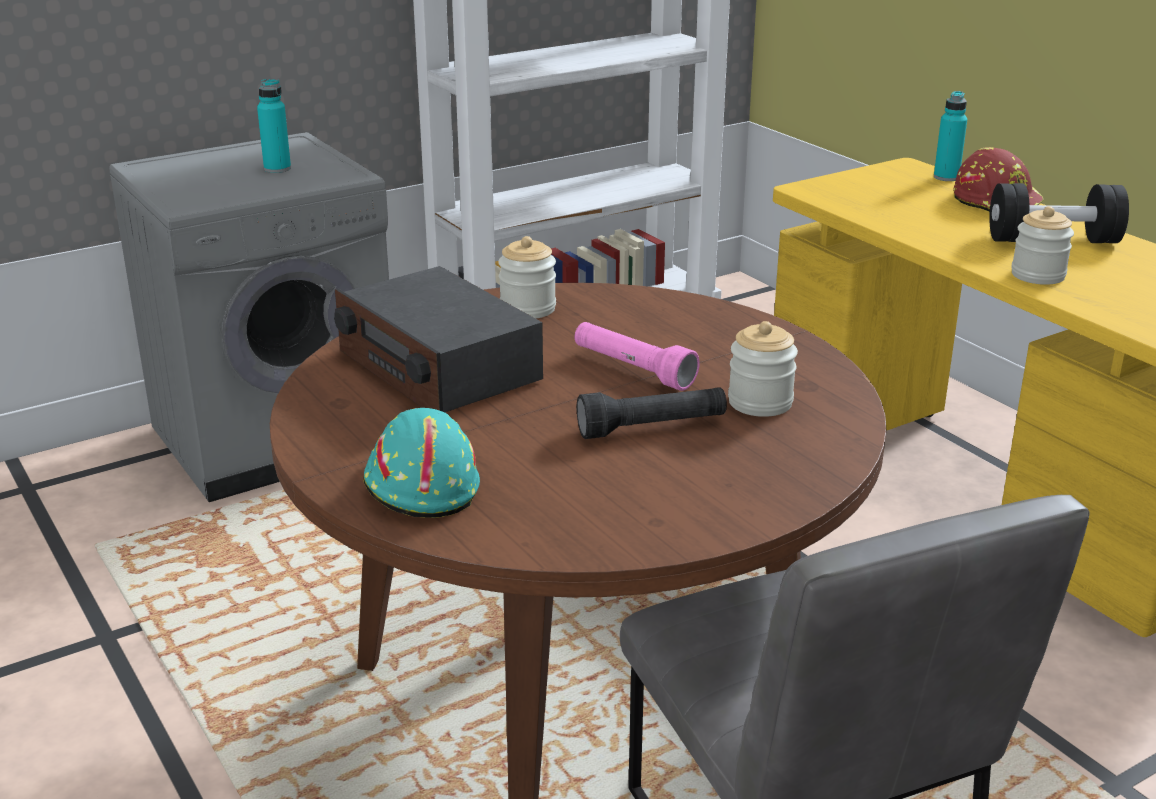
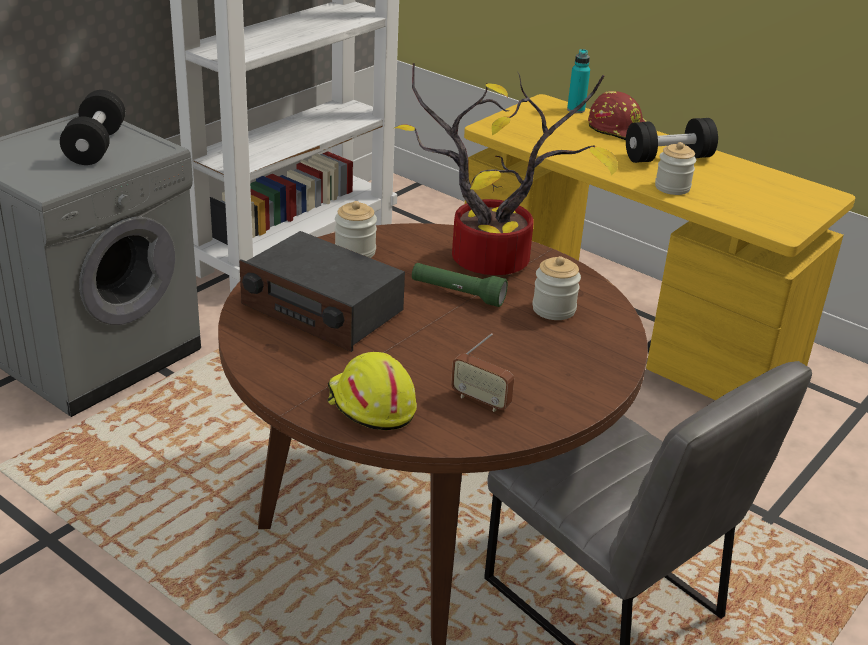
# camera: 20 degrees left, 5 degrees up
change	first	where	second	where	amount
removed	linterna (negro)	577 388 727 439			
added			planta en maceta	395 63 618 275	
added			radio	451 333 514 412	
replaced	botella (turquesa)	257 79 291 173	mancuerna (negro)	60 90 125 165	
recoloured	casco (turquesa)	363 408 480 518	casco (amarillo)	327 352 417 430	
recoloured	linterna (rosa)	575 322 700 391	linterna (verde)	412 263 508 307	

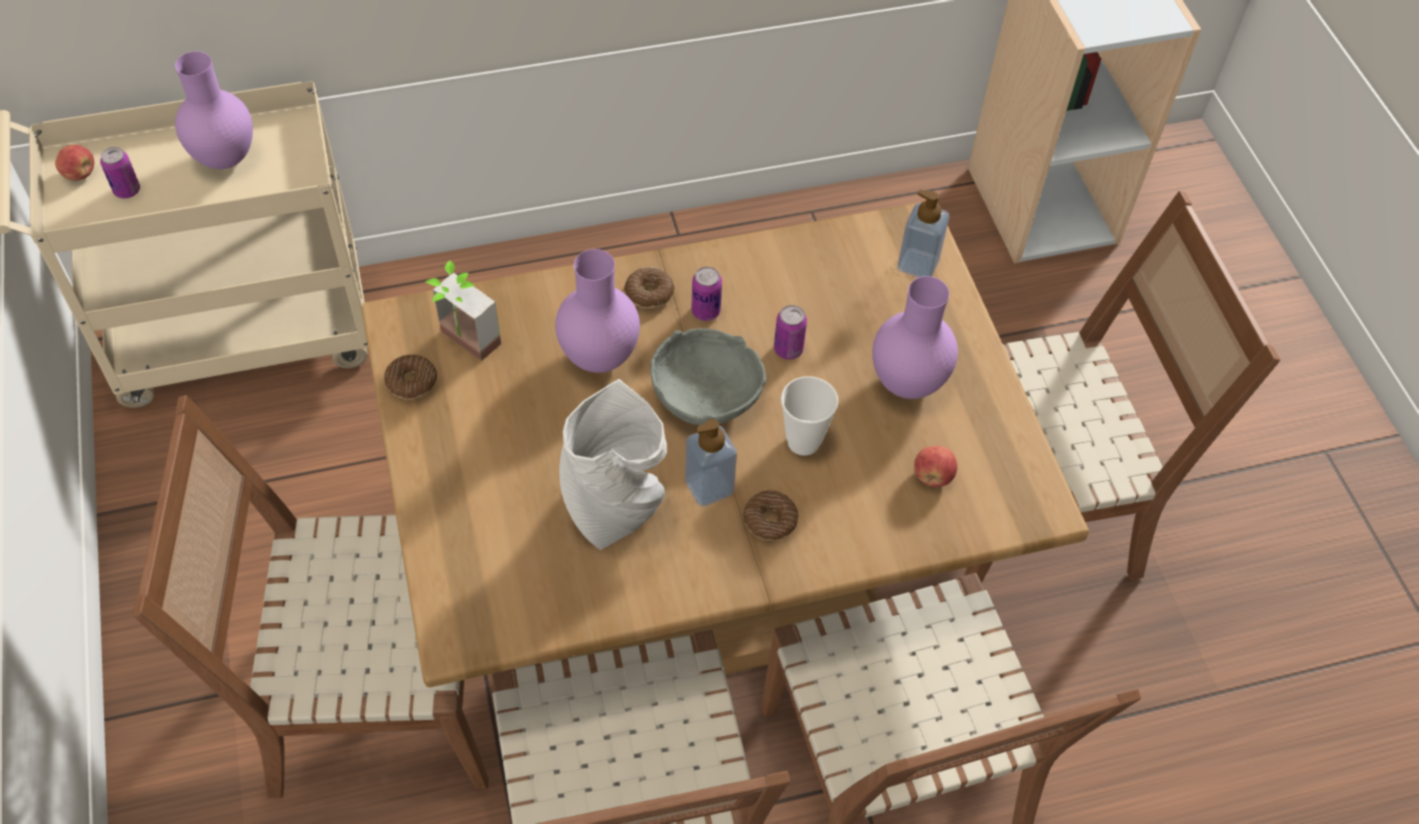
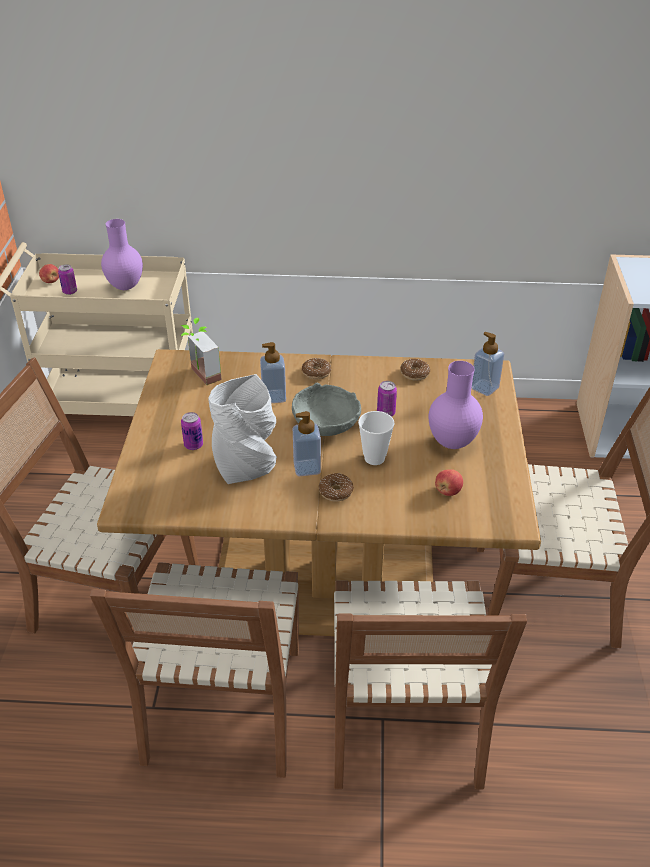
# camera: 20 degrees right, 15 degrees down
change	first	where	second	where	amount
moved	rosquilla	384 354 437 400		400 359 430 381	
moved	lata	691 267 722 321		181 412 203 450	
replaced	florero (morado)	555 249 640 373	dispensador de jabón	260 342 286 403	

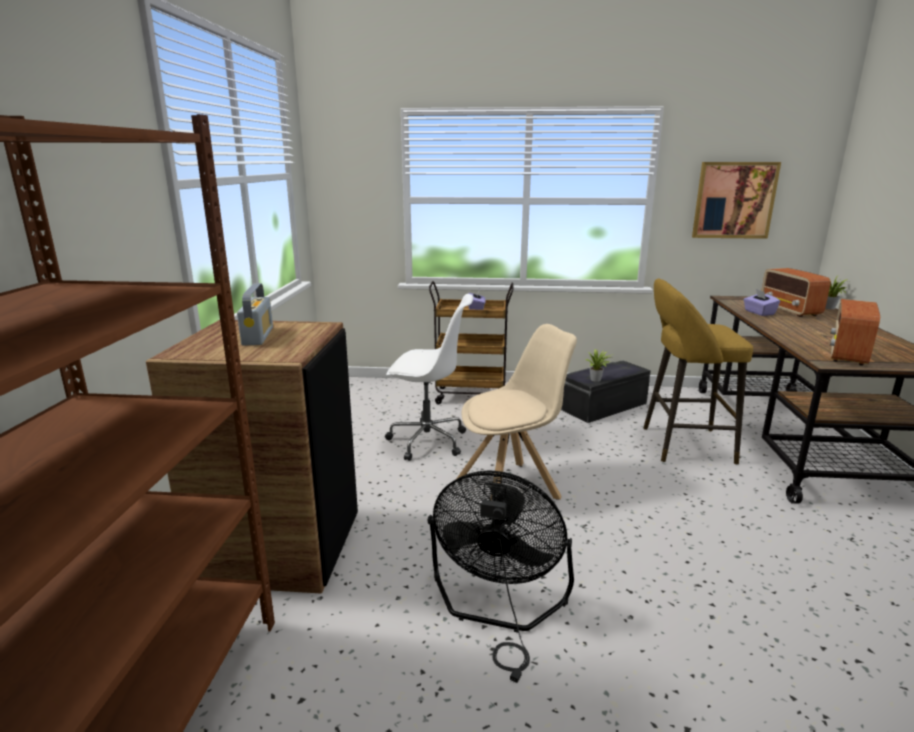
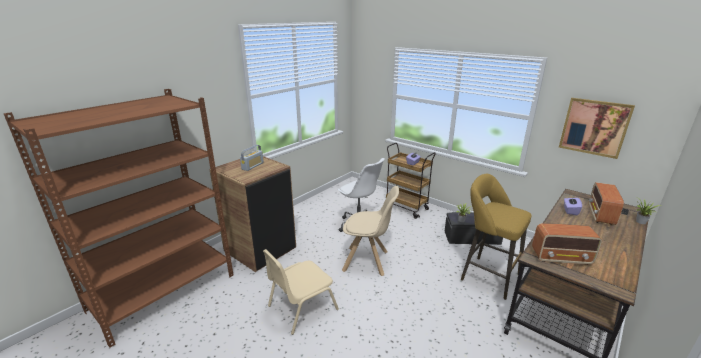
# camera: 35 degrees right, 5 degrees up
change	first	where	second	where	amount
replaced	ventilador (negro)	427 471 574 683	silla (beis)	263 249 339 335	
turned	radio	830 299 880 366		532 223 602 265	150 degrees counterclockwise

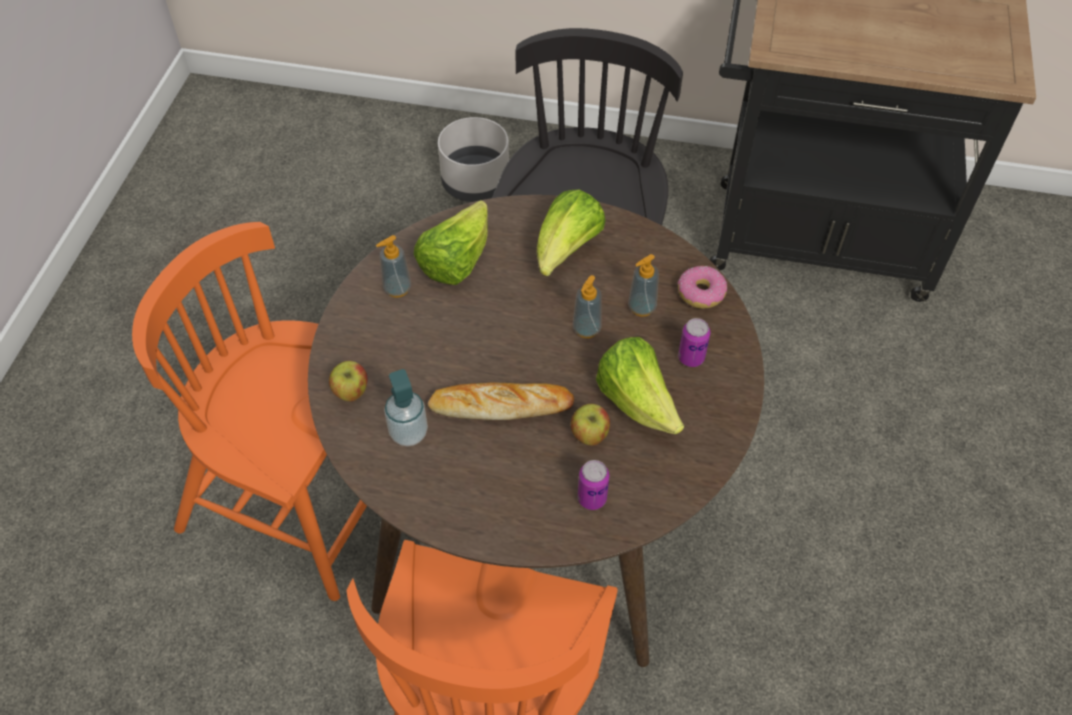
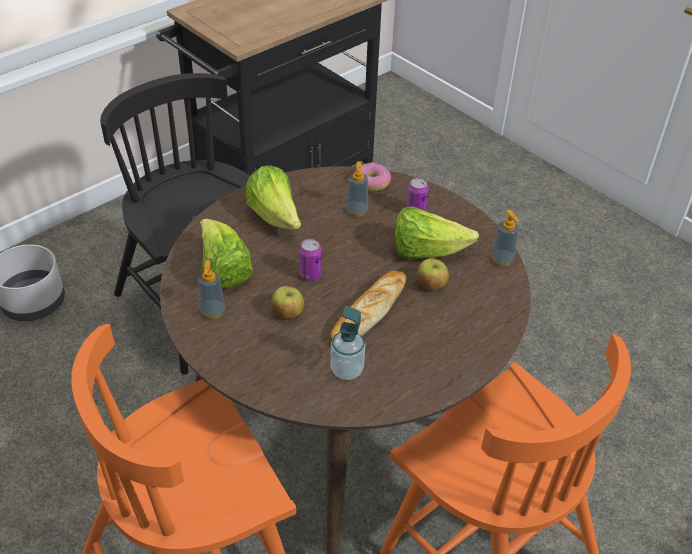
# camera: 55 degrees left, 10 degrees down
change	first	where	second	where	amount
moved	manzana	329 361 367 401		271 286 304 319	
moved	dispensador de jabón	573 275 602 338		491 210 519 266	
moved	lata	578 460 609 510		299 239 322 281	

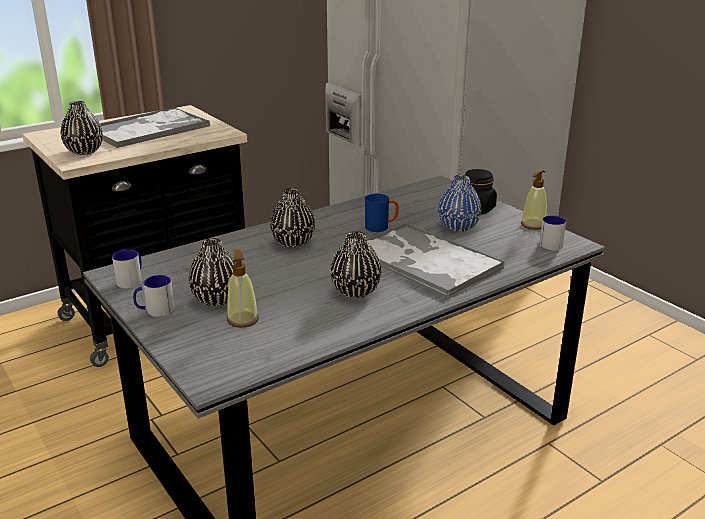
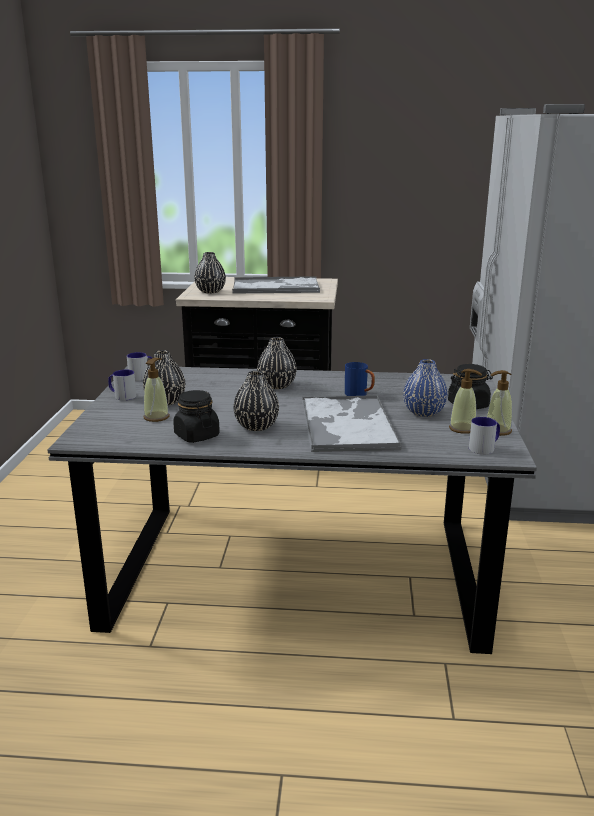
# camera: 40 degrees right, 5 degrees down
change	first	where	second	where	amount
added			tarro (negro)	173 390 220 443	
added			dispensador de jabón	449 369 482 434	

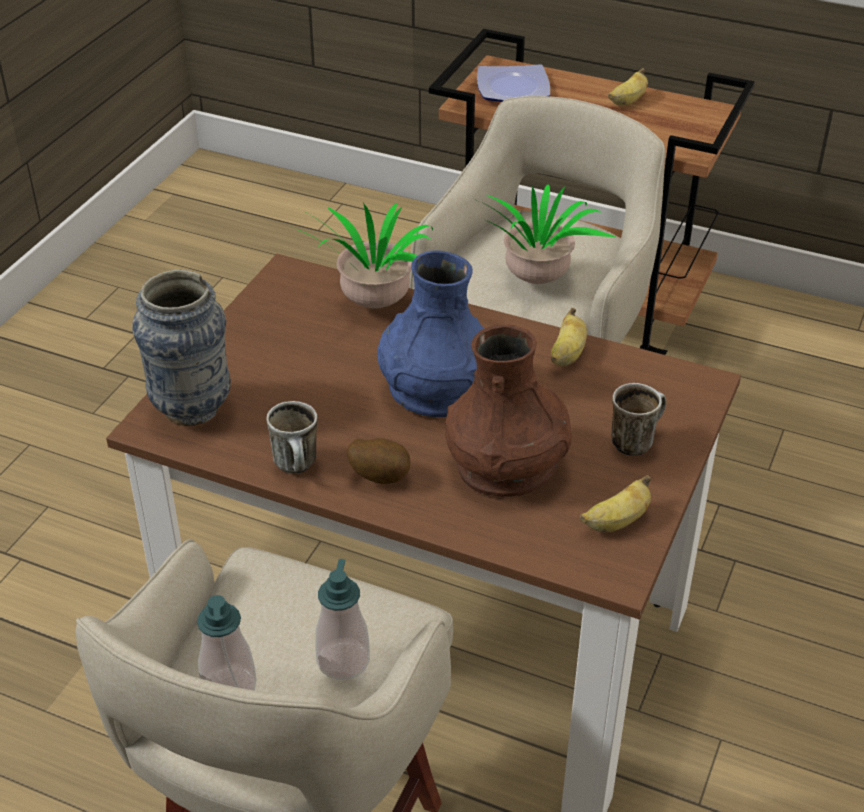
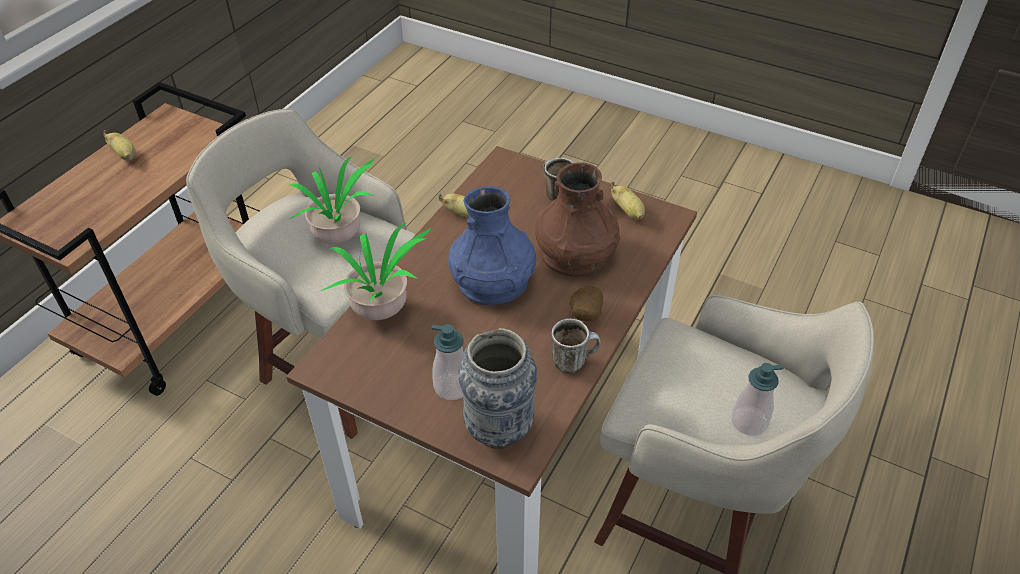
# camera: 85 degrees left, 5 degrees up
change	first	where	second	where	amount
removed	plato	477 64 550 102			
moved	dispensador de jabón	316 559 370 680		432 324 464 400	

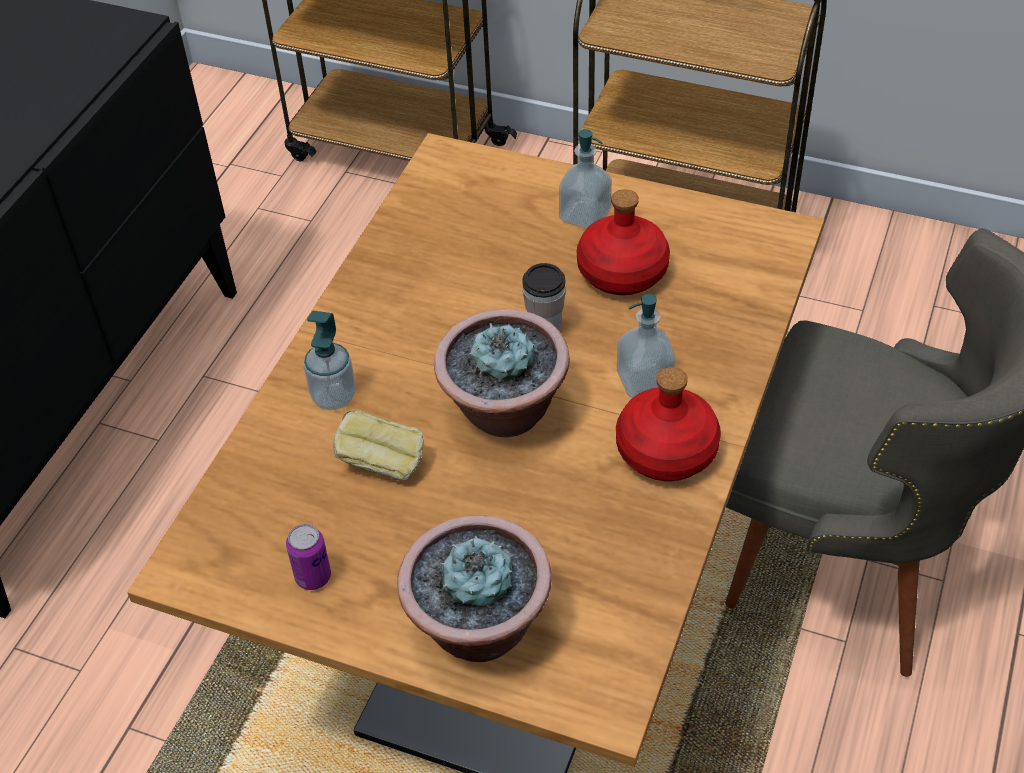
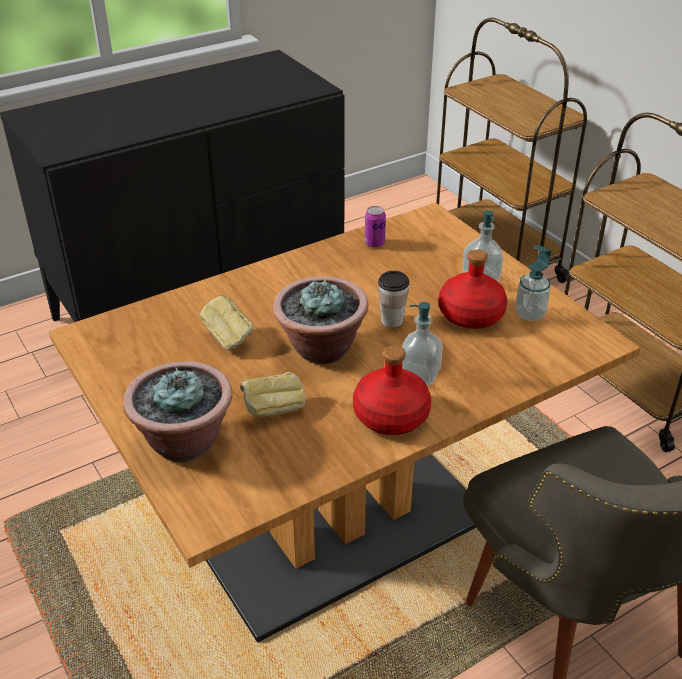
# camera: 35 degrees right, 10 degrees down
change	first	where	second	where	amount
added			pan	240 372 305 417	
moved	lata	286 524 331 590		365 206 386 248	
moved	dispensador de jabón	304 311 356 410		515 245 551 321	

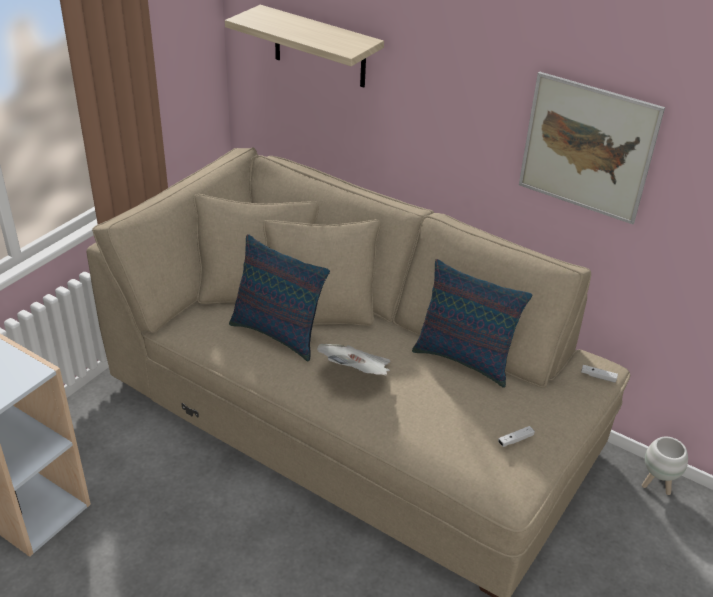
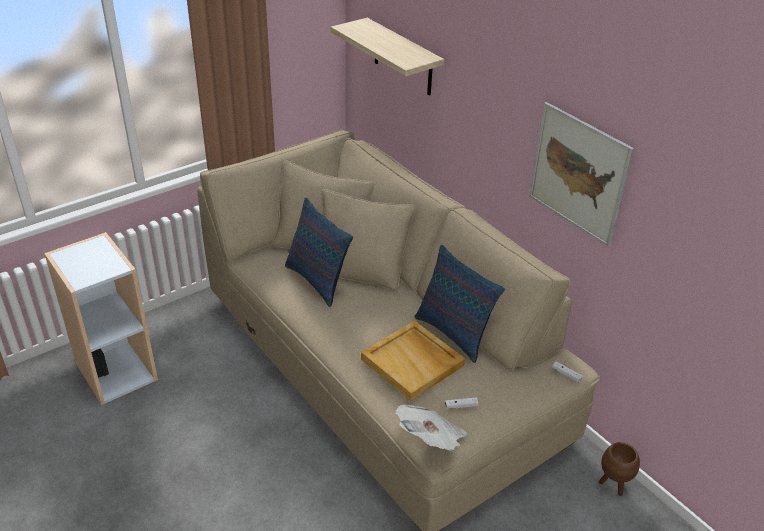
# camera: 20 degrees right, 0 degrees up
change	first	where	second	where	amount
added			bandeja (beis)	361 321 465 401	
moved	periódico	317 344 390 376		396 404 467 451	
recoloured	maceta (blanco)	642 436 688 495	maceta (marrón)	599 442 640 496	

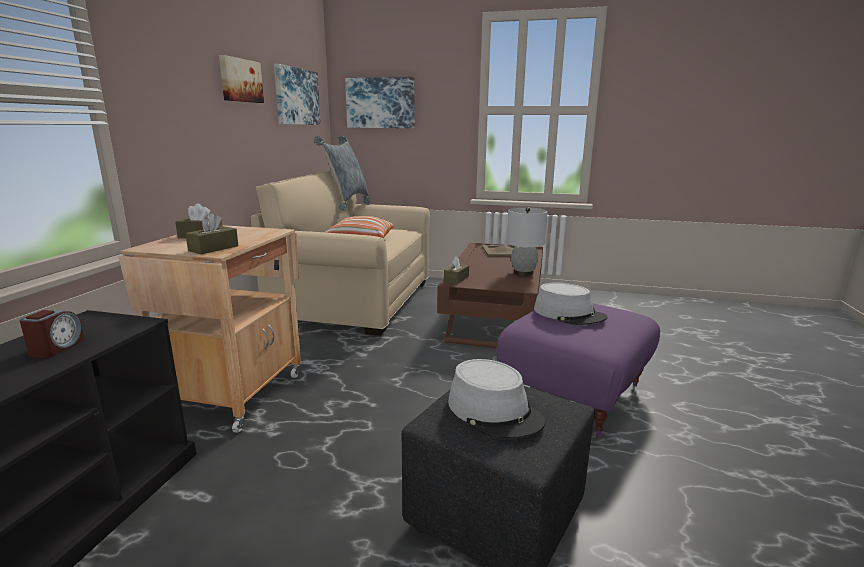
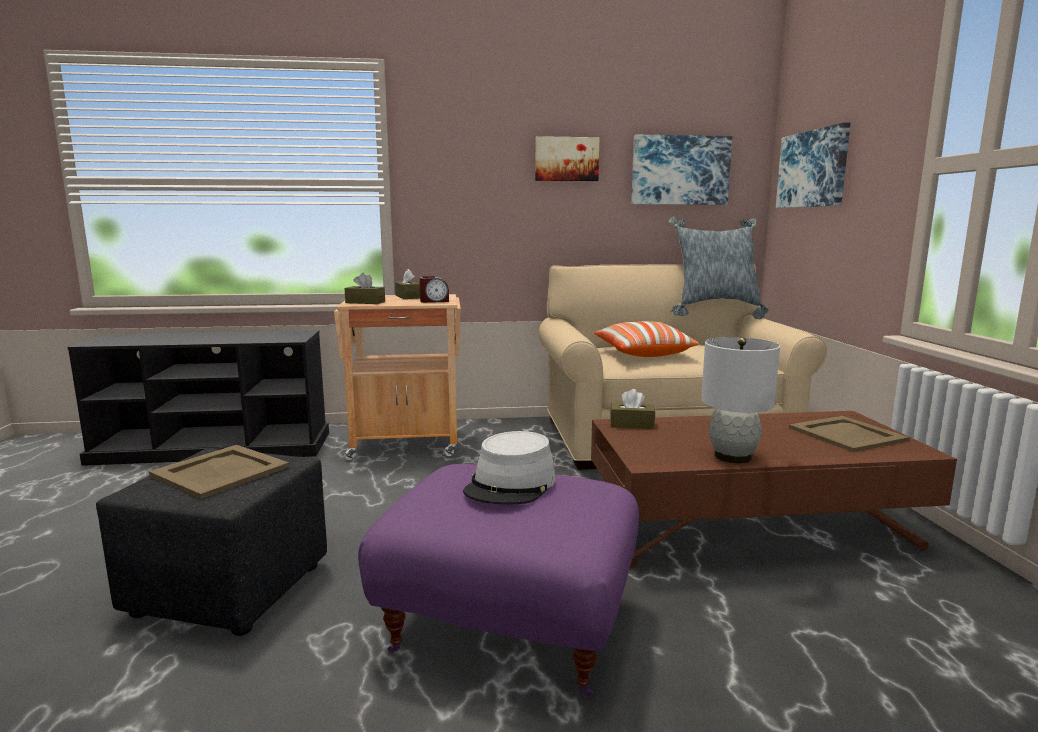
# camera: 70 degrees right, 5 degrees down
change	first	where	second	where	amount
moved	despertador	20 310 85 358		419 276 449 303	
replaced	sombrero (gris)	448 359 545 439	bandeja (beis)	149 445 290 499	

